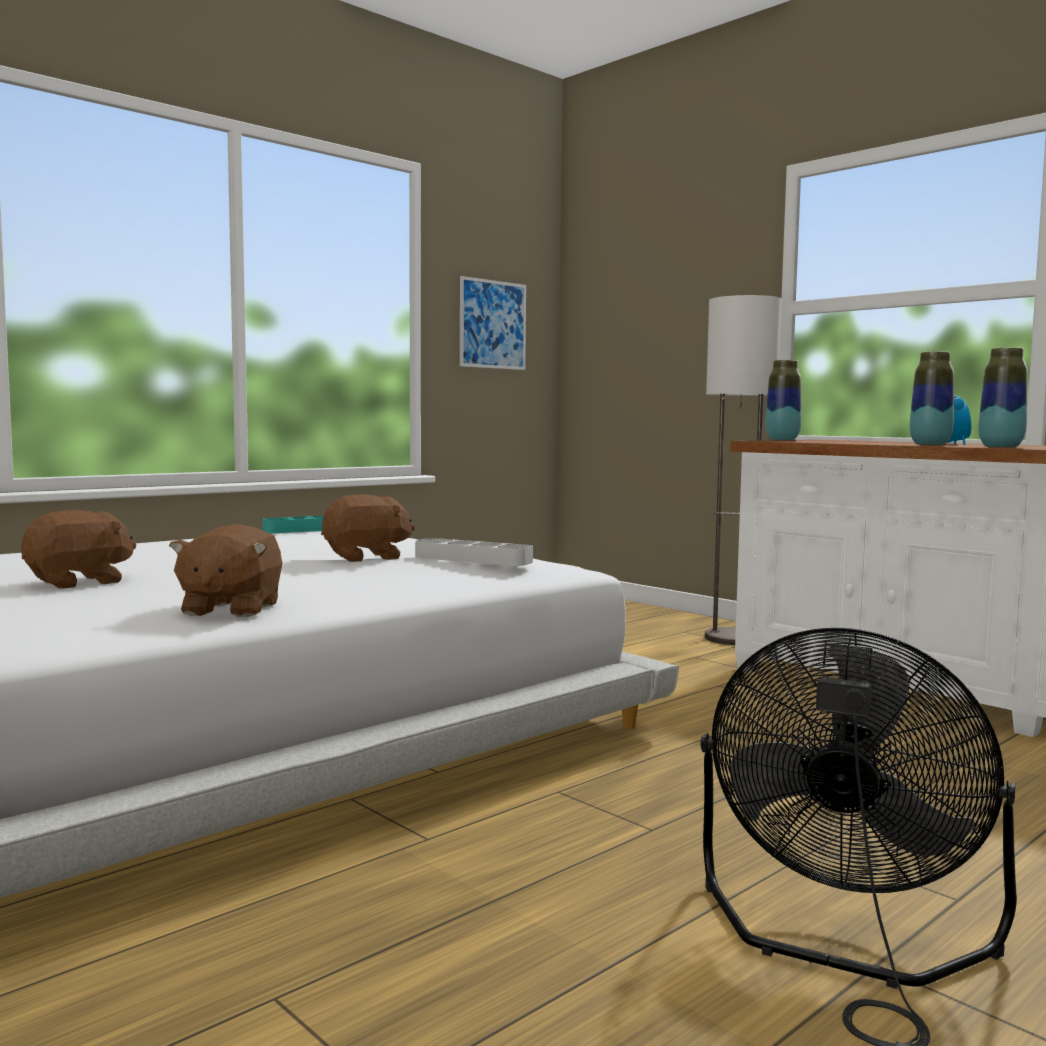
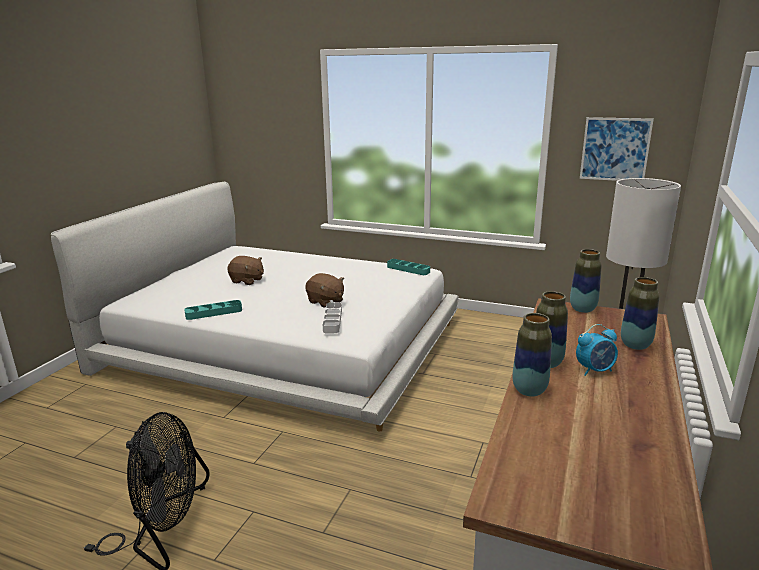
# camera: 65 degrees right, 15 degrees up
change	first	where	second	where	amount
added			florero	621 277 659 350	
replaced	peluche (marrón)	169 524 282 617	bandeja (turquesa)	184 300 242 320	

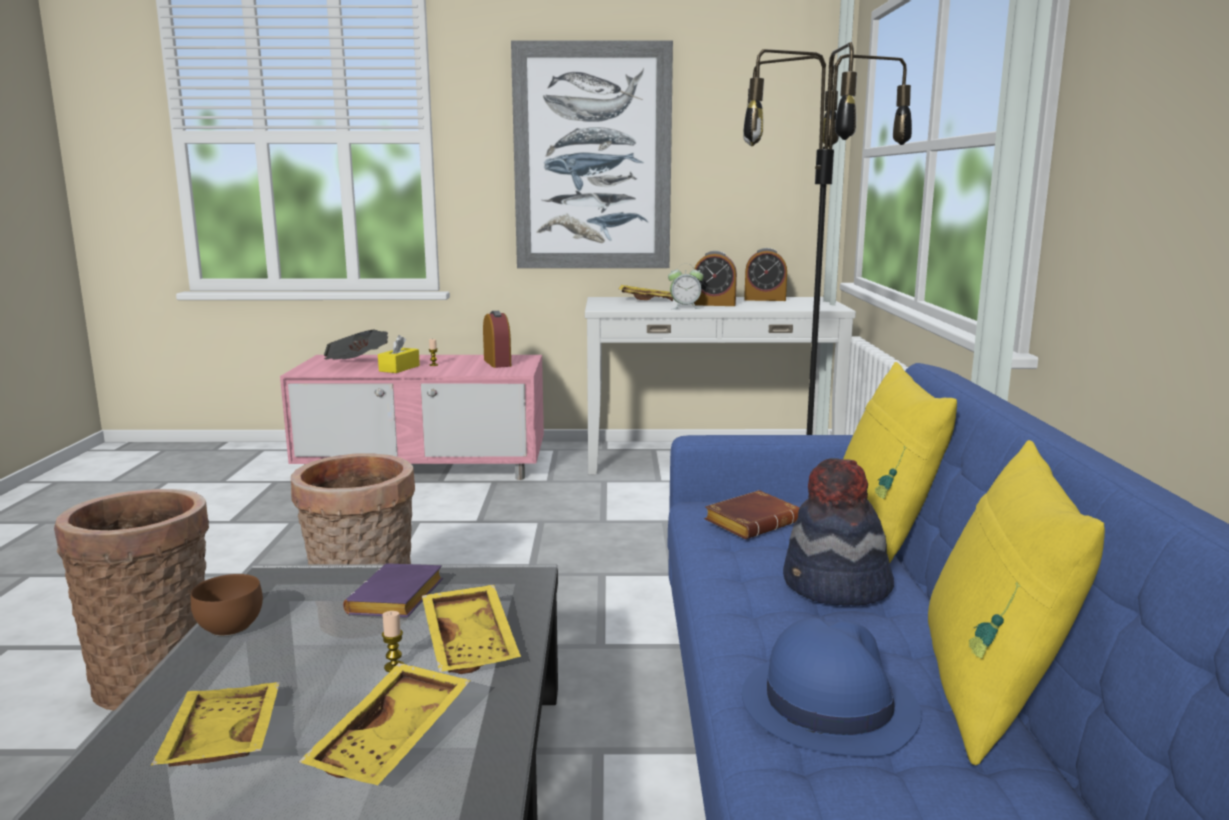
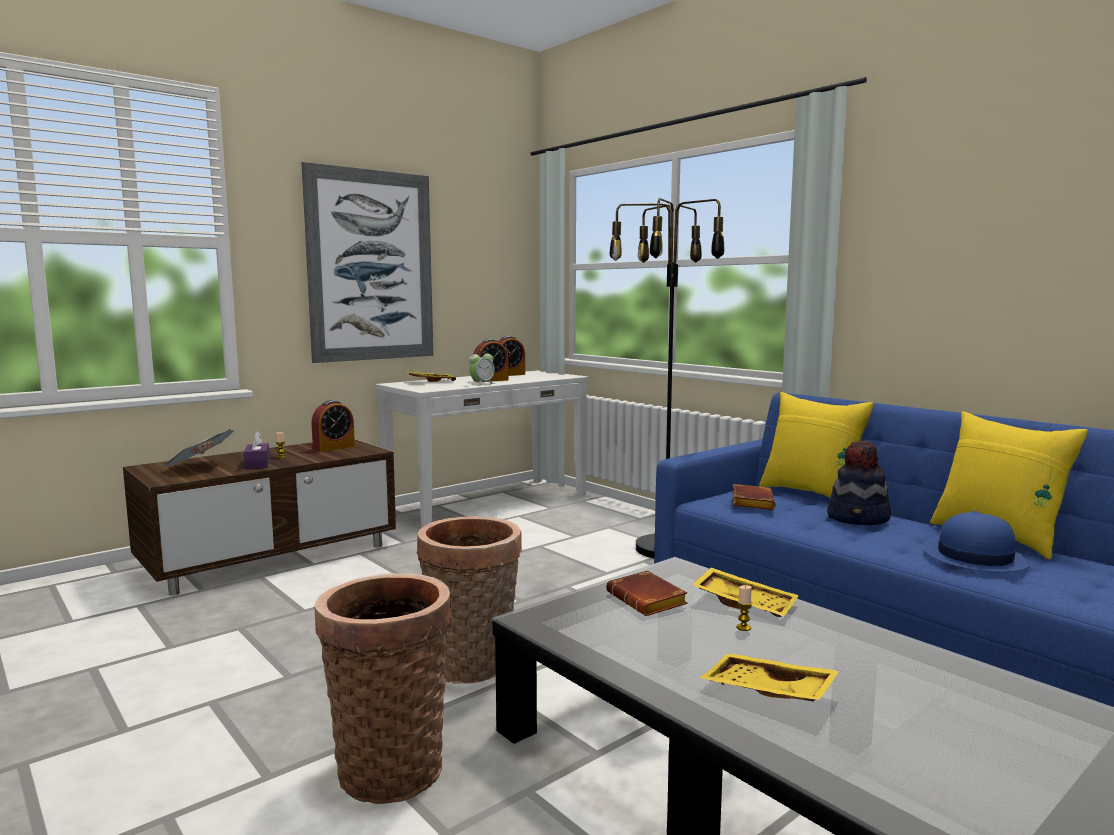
# camera: 40 degrees left, 5 degrees down
change	first	where	second	where	amount
removed	cuenco (marrón)	191 574 263 637			
removed	bandeja (amarillo)	299 663 471 785			
recoloured	mueble de televisión (rosa)	280 355 544 480	mueble de televisión (marrón)	123 439 396 596	
recoloured	libro (morado)	343 563 443 617	libro (marrón)	606 570 688 616	
recoloured	caja de pañuelos (amarillo)	378 335 420 373	caja de pañuelos (morado)	244 431 270 469	
turned	despertador	483 311 511 368		311 400 355 452	105 degrees clockwise

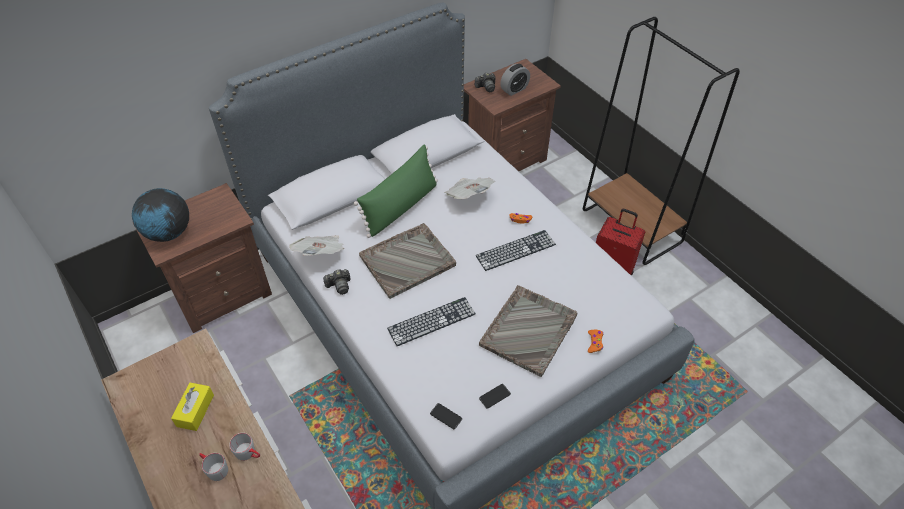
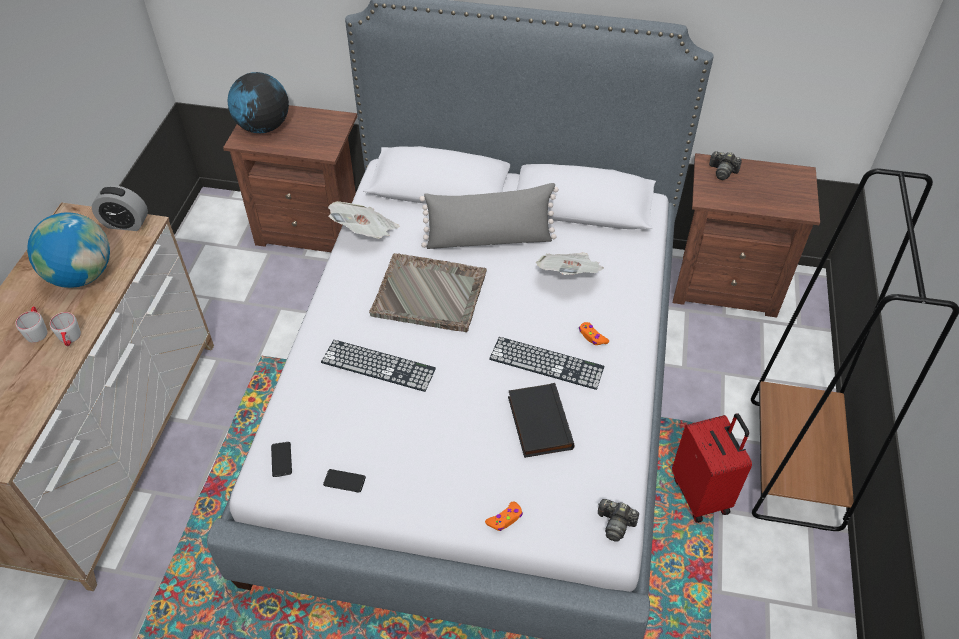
# camera: 45 degrees right, 0 degrees up
change	first	where	second	where	amount
removed	bandeja (gris)	479 285 577 377			
added			libro (negro)	508 383 575 458	
moved	cámara	323 269 351 295		598 499 639 542	
moved	despertador	500 64 530 96		92 185 148 231	
replaced	caja de pañuelos (amarillo)	171 383 214 431	globo terráqueo	27 212 110 288	
recoloured	cojín (verde)	354 145 438 238	cojín (gris)	419 183 559 249	

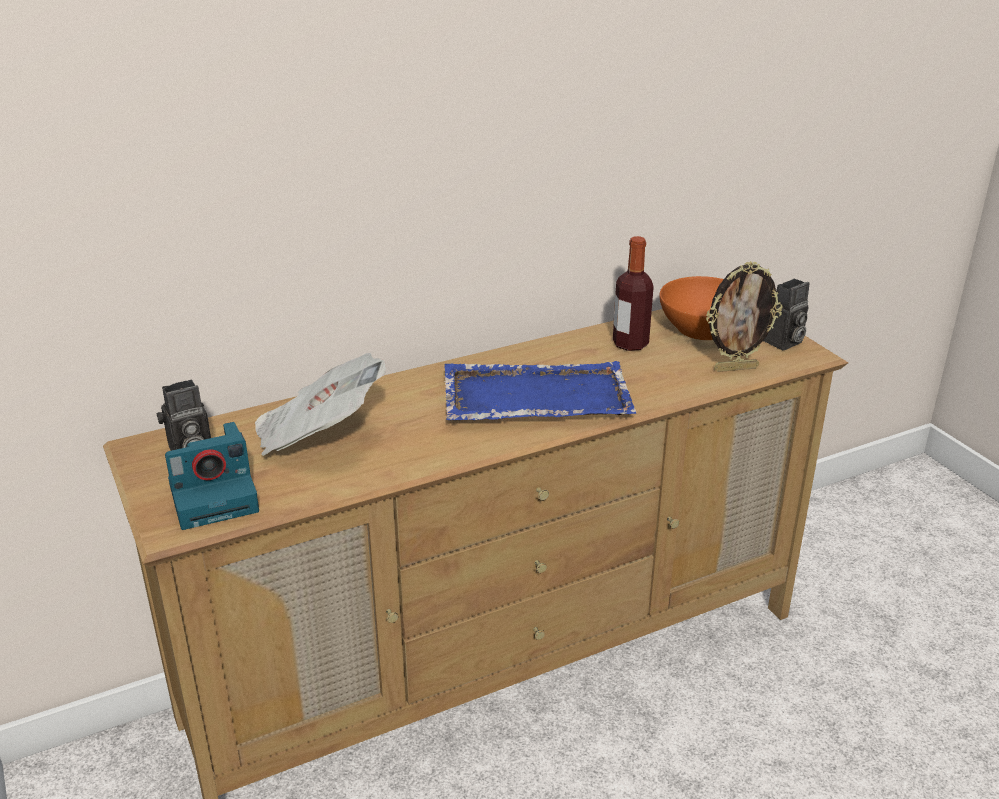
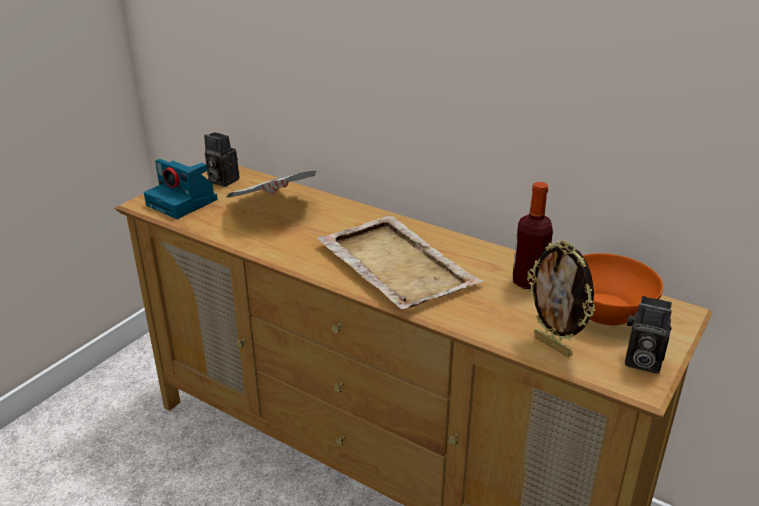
# camera: 60 degrees right, 0 degrees up
change	first	where	second	where	amount
recoloured	bandeja (azul)	444 361 636 420	bandeja (beis)	317 215 483 309	

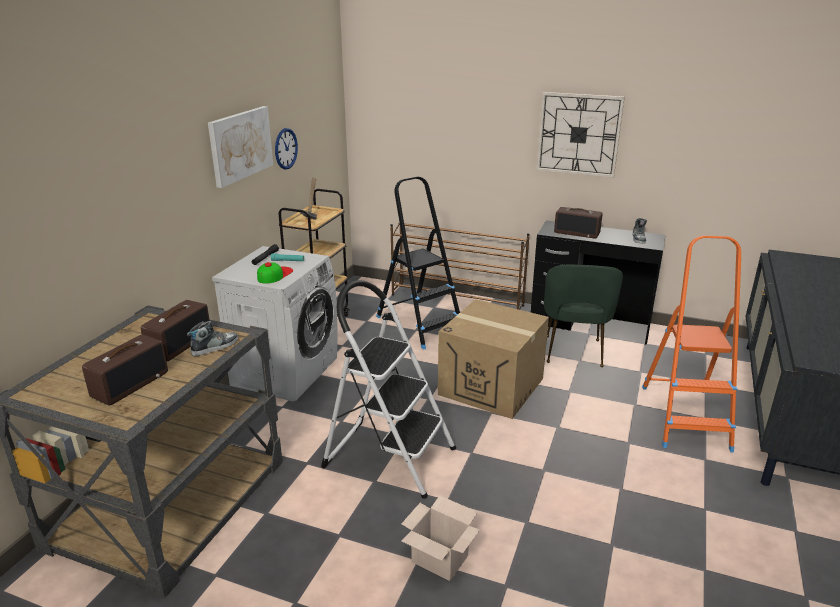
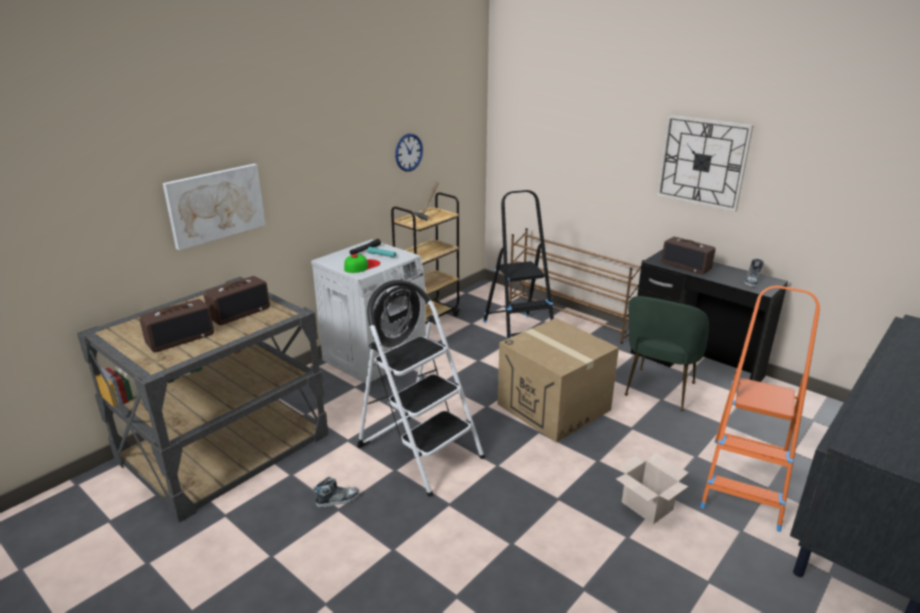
# camera: 20 degrees right, 0 degrees up
change	first	where	second	where	amount
moved	zapato	187 321 238 356		313 477 359 508	
moved	cuadro	208 106 273 188		163 164 266 250	
moved	caja de cartón	401 495 480 581		616 453 689 524	

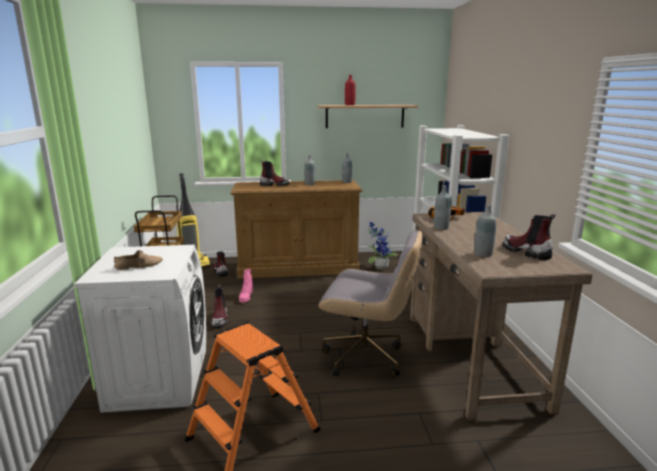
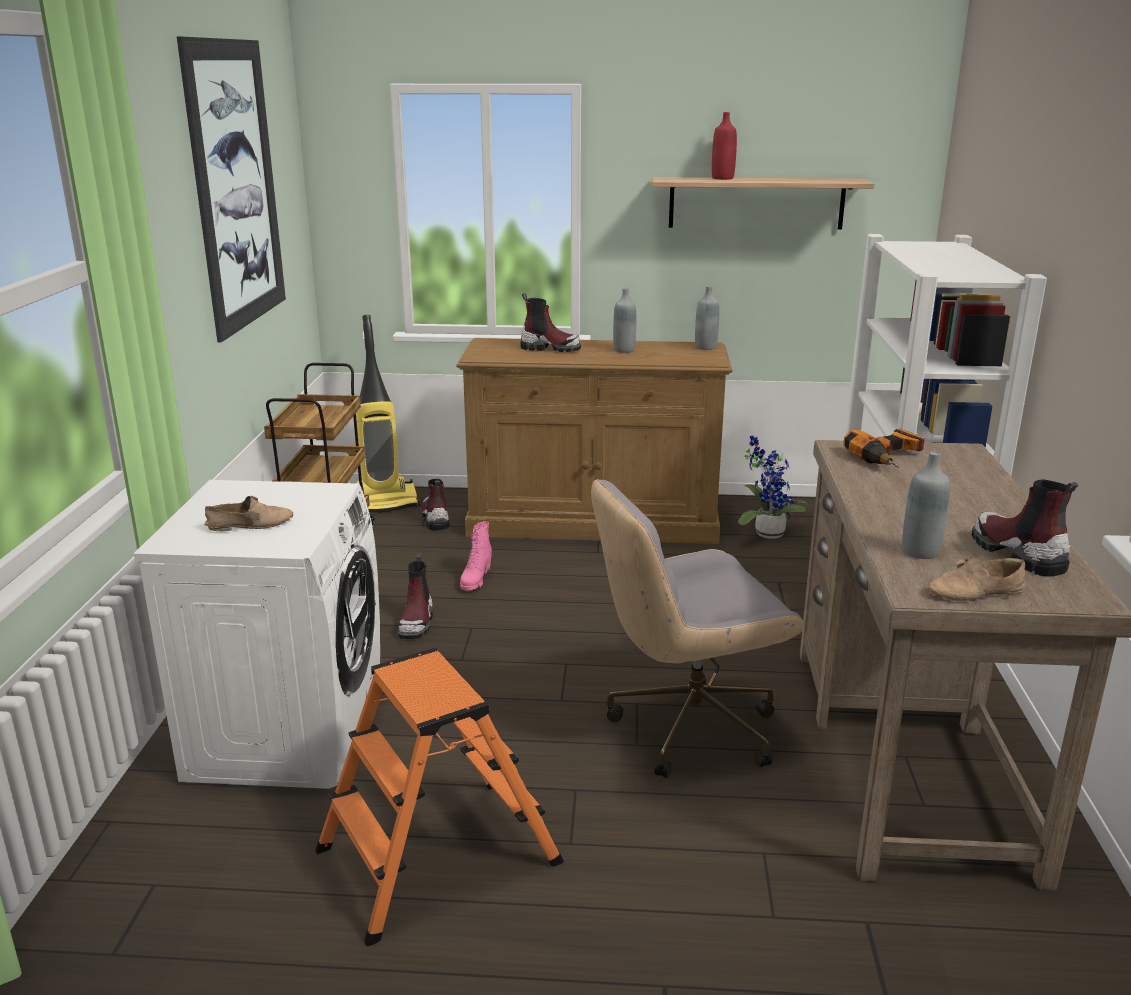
# camera: 10 degrees right, 5 degrees up
change	first	where	second	where	amount
removed	botella (gris)	434 186 451 230			
added			cuadro	177 36 286 342	
added			zapato (beis)	928 556 1026 601	
turned	silla de oficina (gris)	318 230 423 377		591 479 804 778	135 degrees clockwise

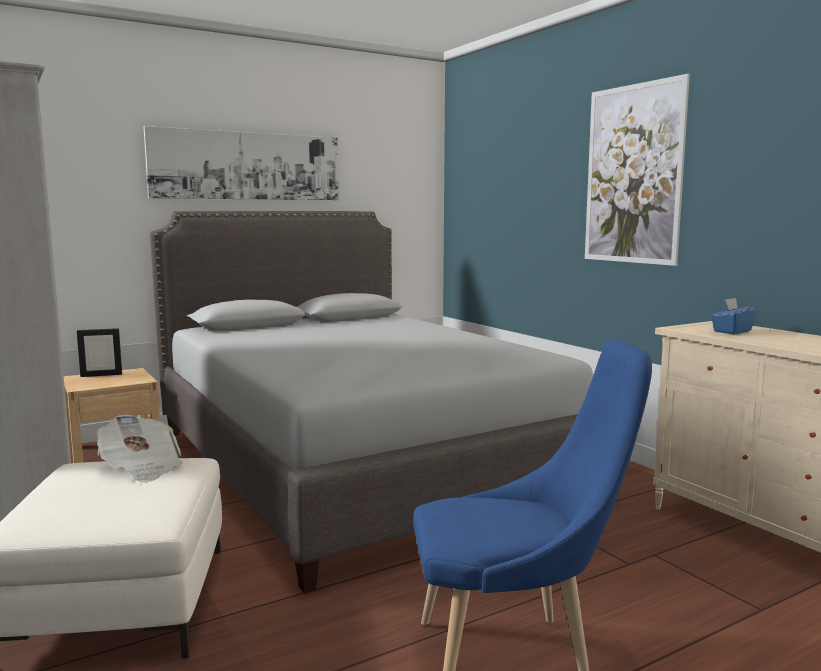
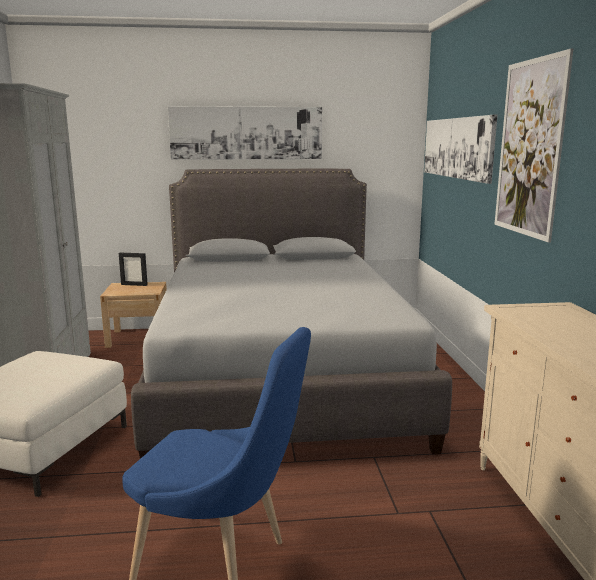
# camera: 25 degrees right, 5 degrees up
change	first	where	second	where	amount
removed	periódico	97 415 183 483			
removed	caja de pañuelos (azul)	711 298 757 334			
added			cuadro	424 115 498 184	

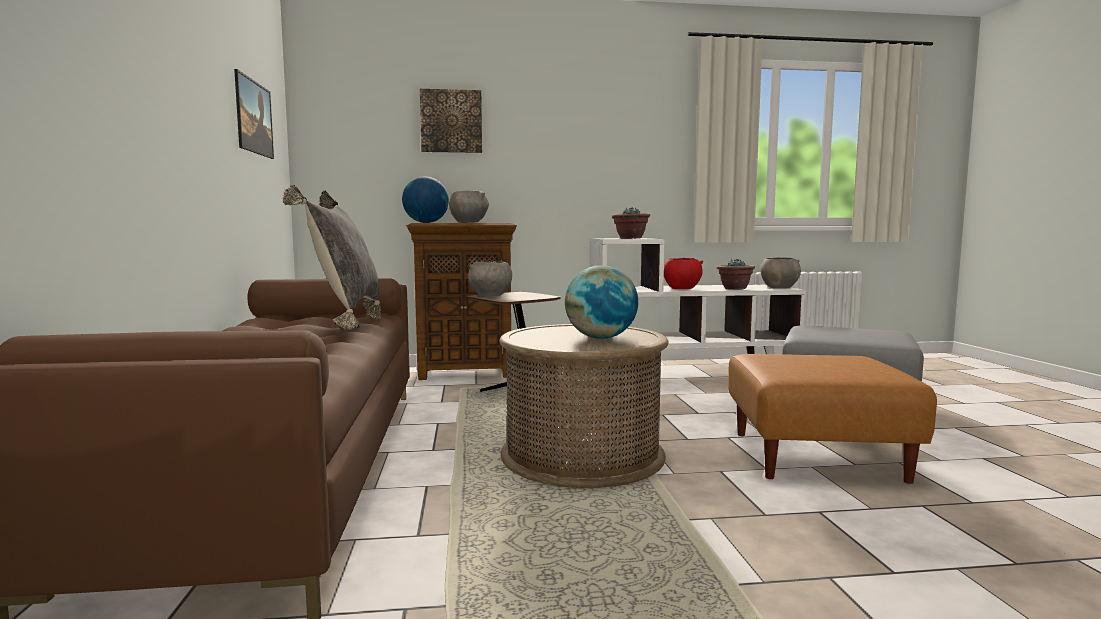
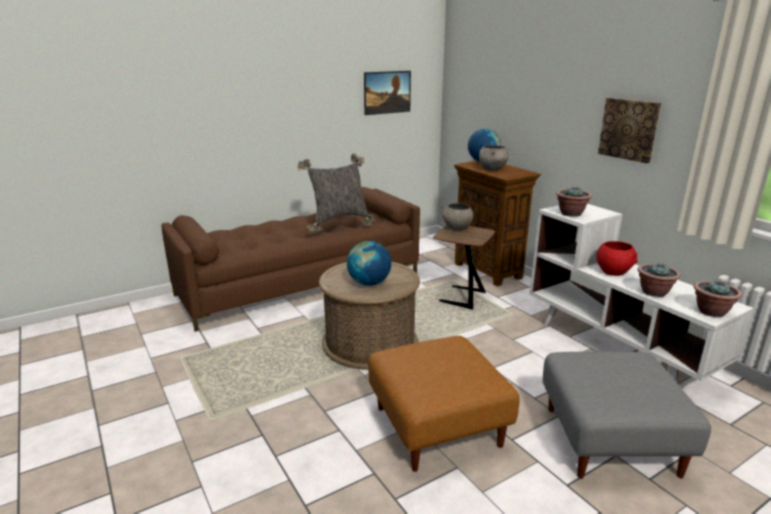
# camera: 65 degrees right, 15 degrees up
change	first	where	second	where	amount
moved	cuadro	420 89 482 153		598 98 661 163	
replaced	cuenco (gris)	760 257 801 288	planta en maceta	694 279 742 317	

